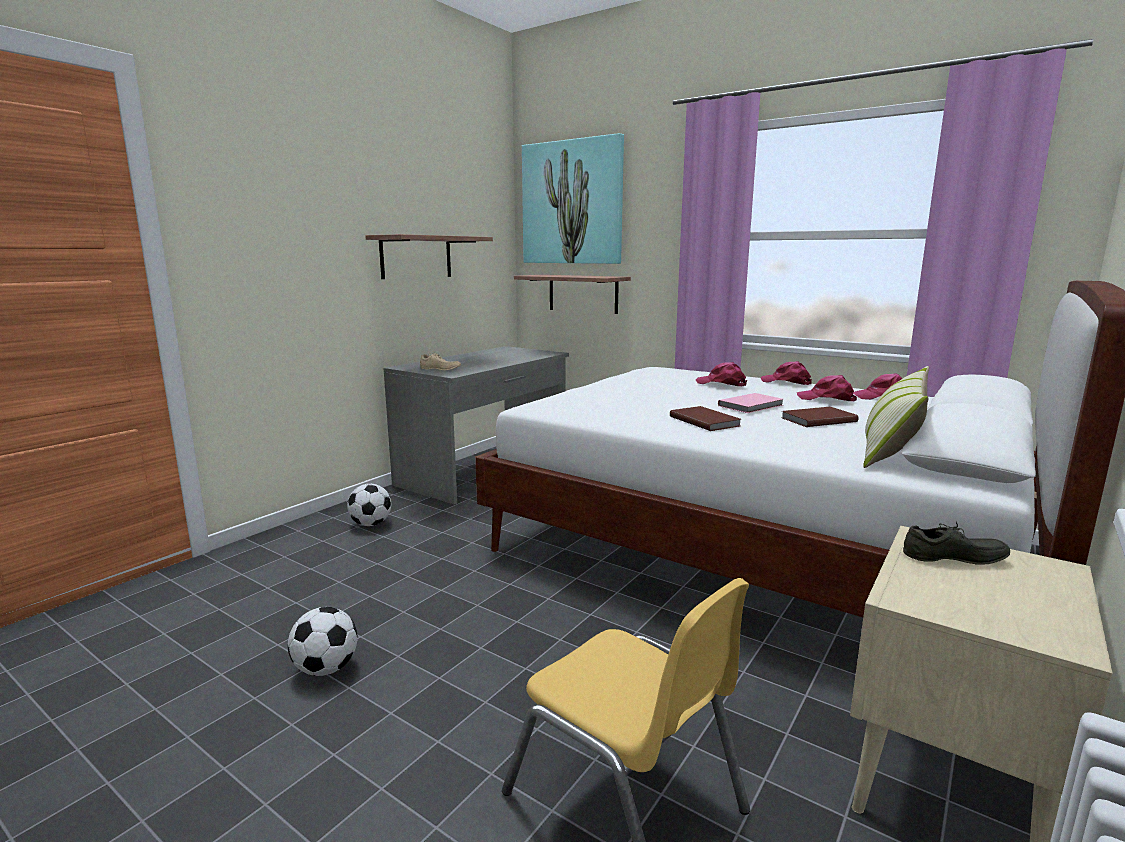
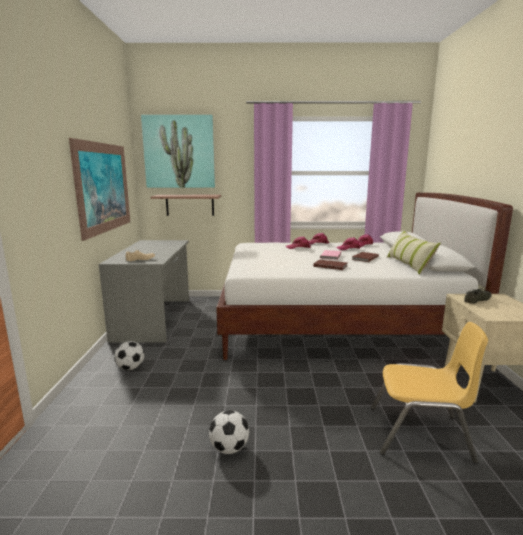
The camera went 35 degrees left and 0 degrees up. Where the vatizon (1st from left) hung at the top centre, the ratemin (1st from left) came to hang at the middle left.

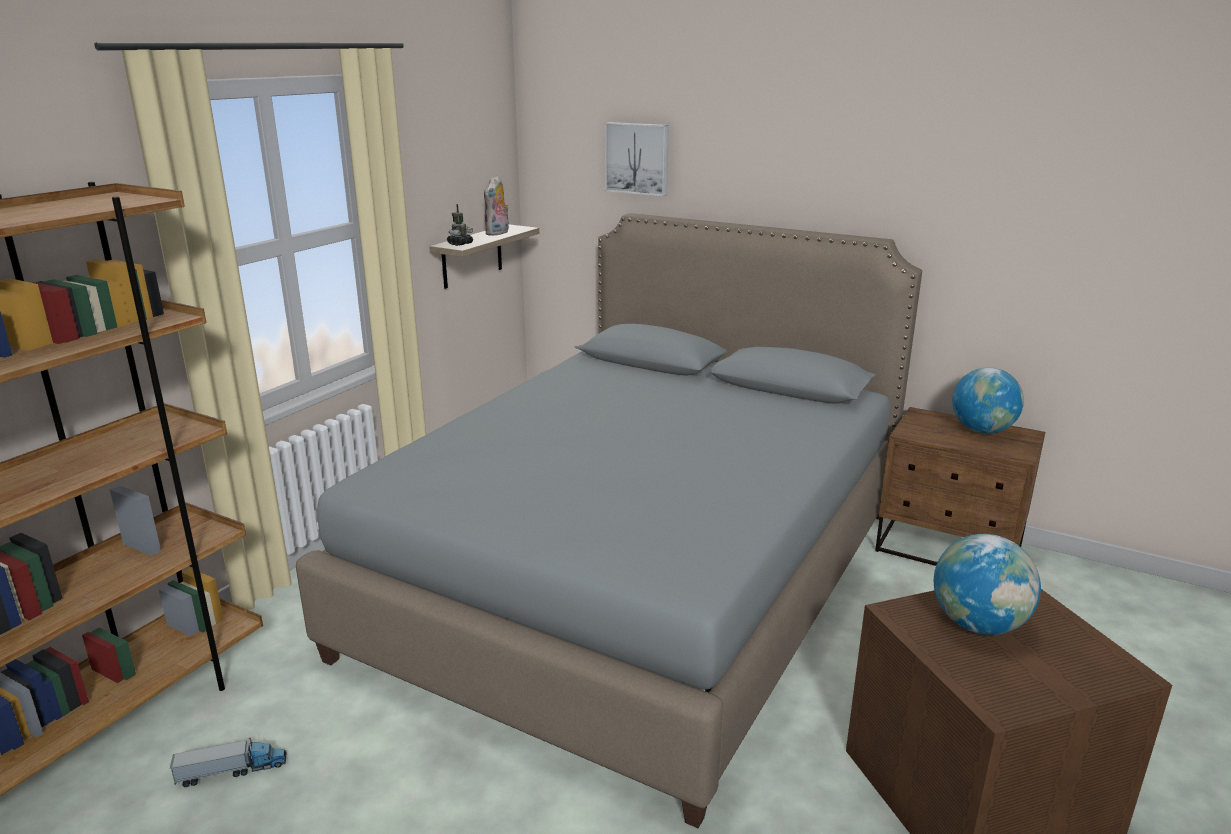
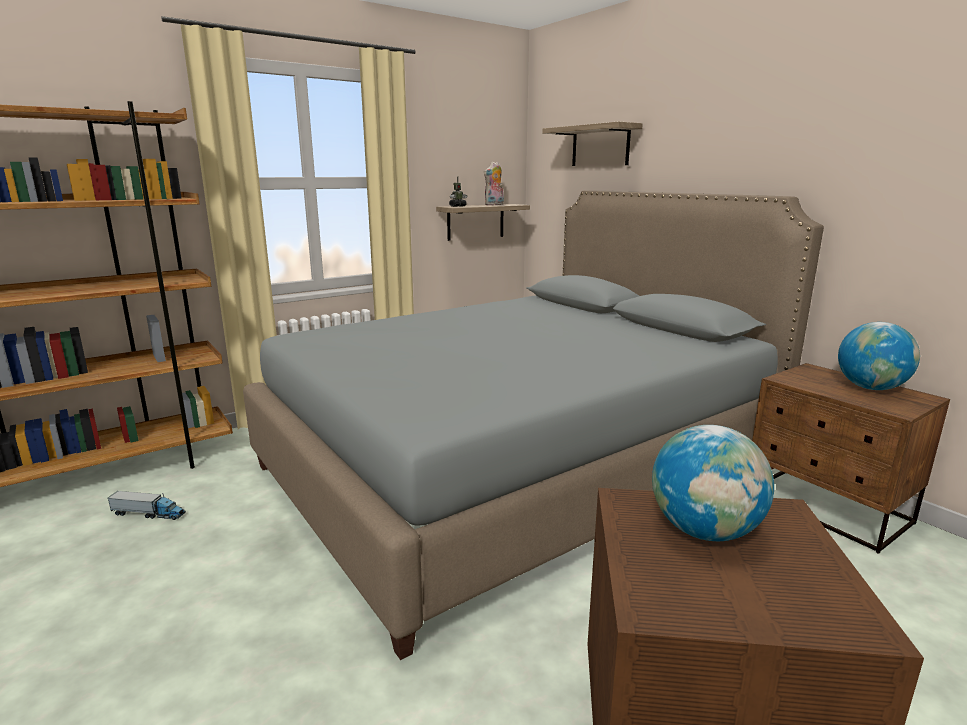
The camera went 25 degrees right and 5 degrees down. Where the ratemin hung at the top centre, the vatizon (2nd from left) came to hang at the top centre.

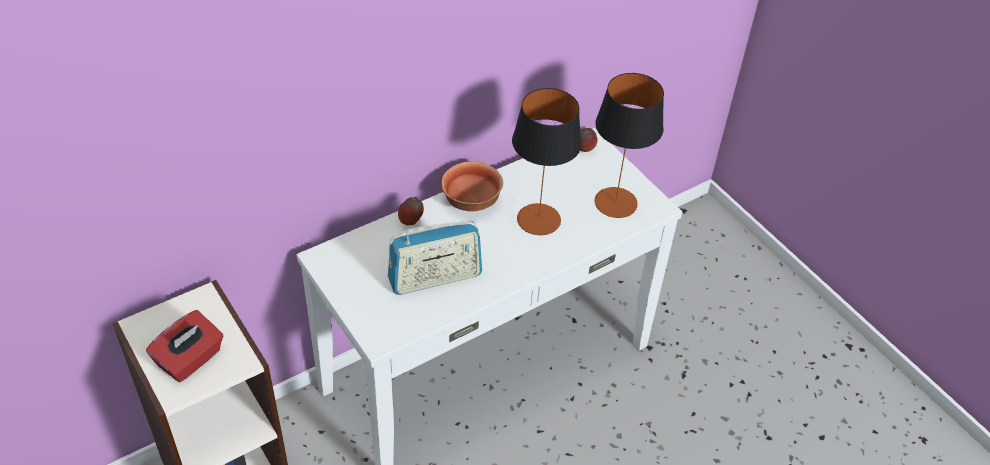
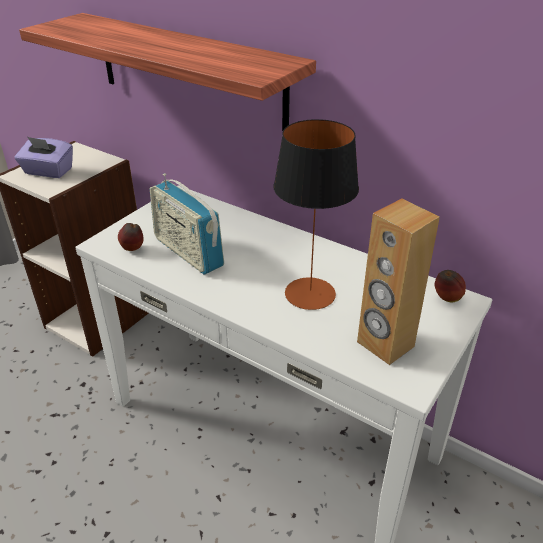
The camera went 70 degrees right and 10 degrees down. The second view lost the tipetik at the centre. The second view gained the vatizon at the top left. The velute (1st from left) ended up elsewhere, having gone from the centre to the middle left. Where the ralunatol (2nd from left) stood at the top centre, the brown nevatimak came to stand at the middle right. What was the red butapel at the bottom left turned into the purple butapel at the top left.

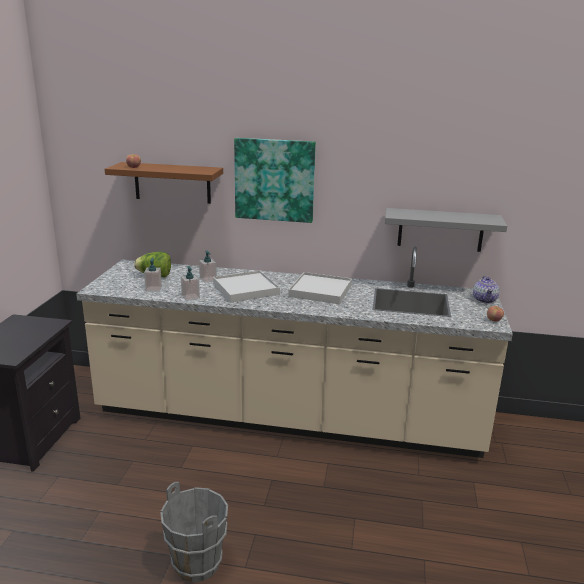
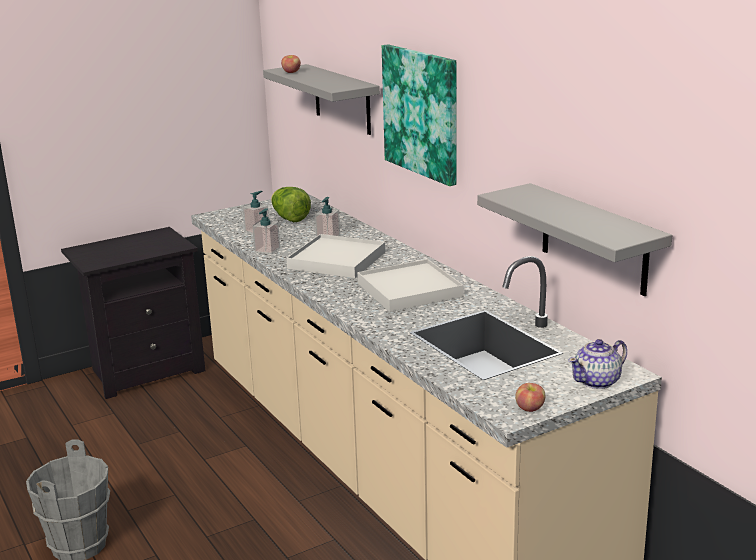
The camera went 50 degrees right and 0 degrees up. What was the brown vatizon at the top left turned into the grey vatizon (1st from left) at the top centre.

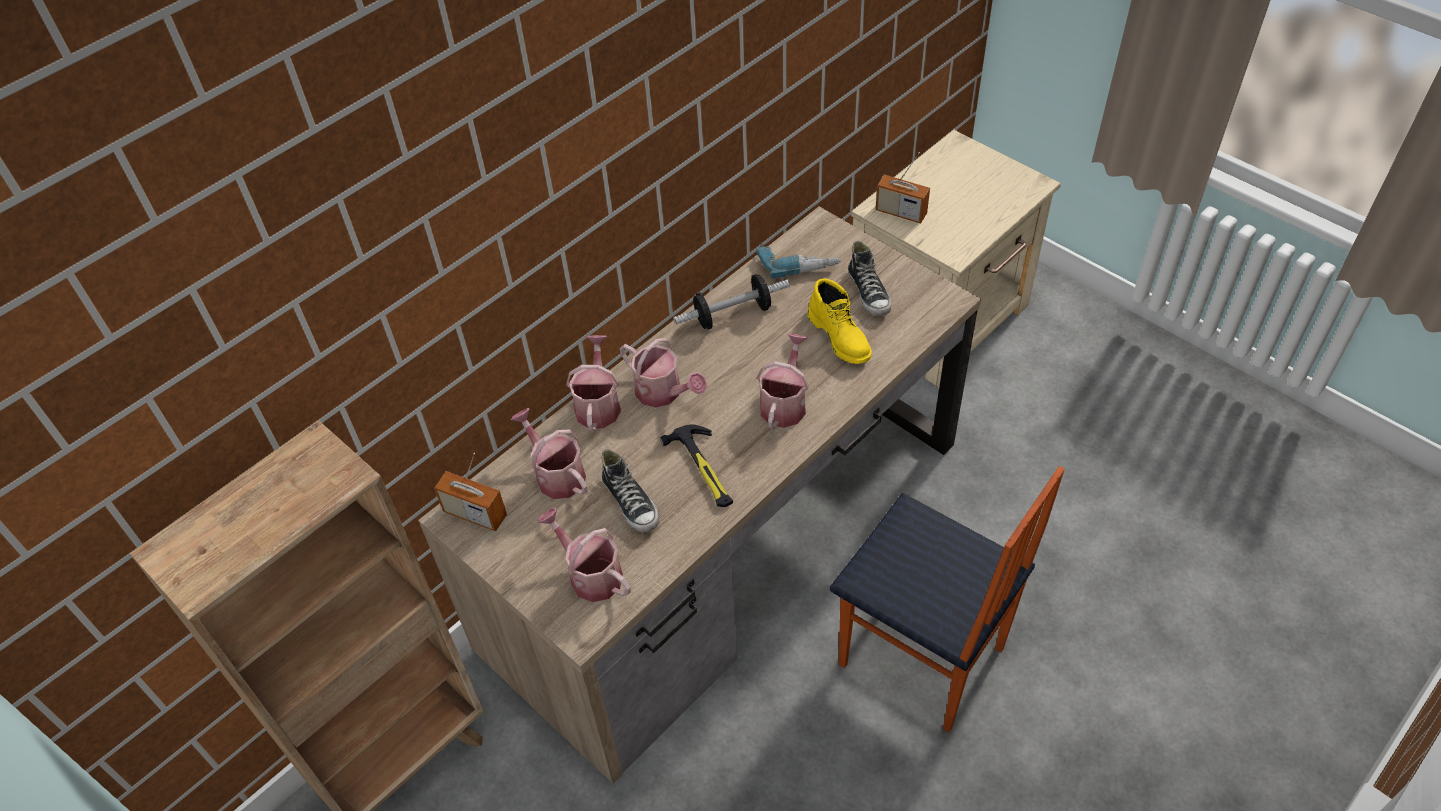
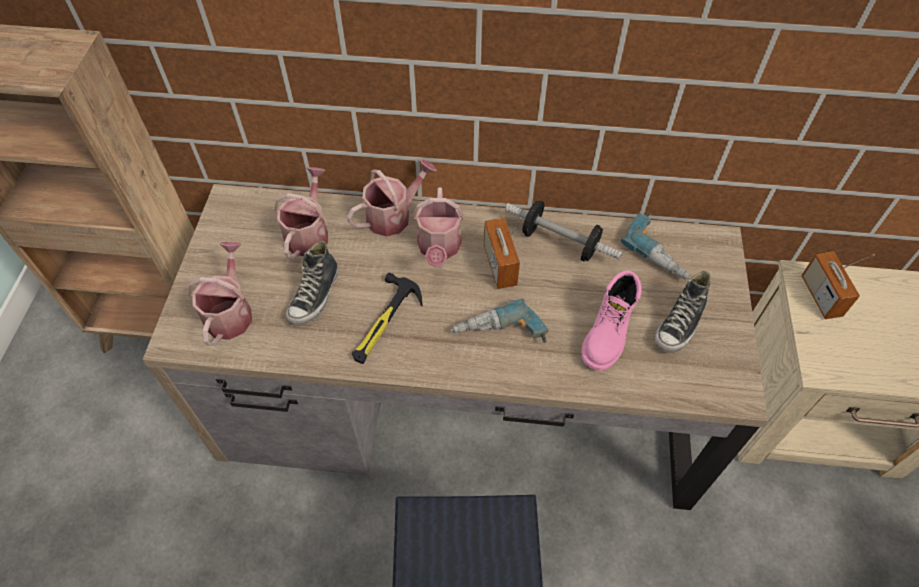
The camera went 50 degrees right and 5 degrees up. The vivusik (1st from left) ended up elsewhere, having gone from the middle left to the centre. Where the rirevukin (5th from left) stood at the centre, the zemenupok (1st from left) came to stand at the centre. What was the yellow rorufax at the centre turned into the pink rorufax at the centre.

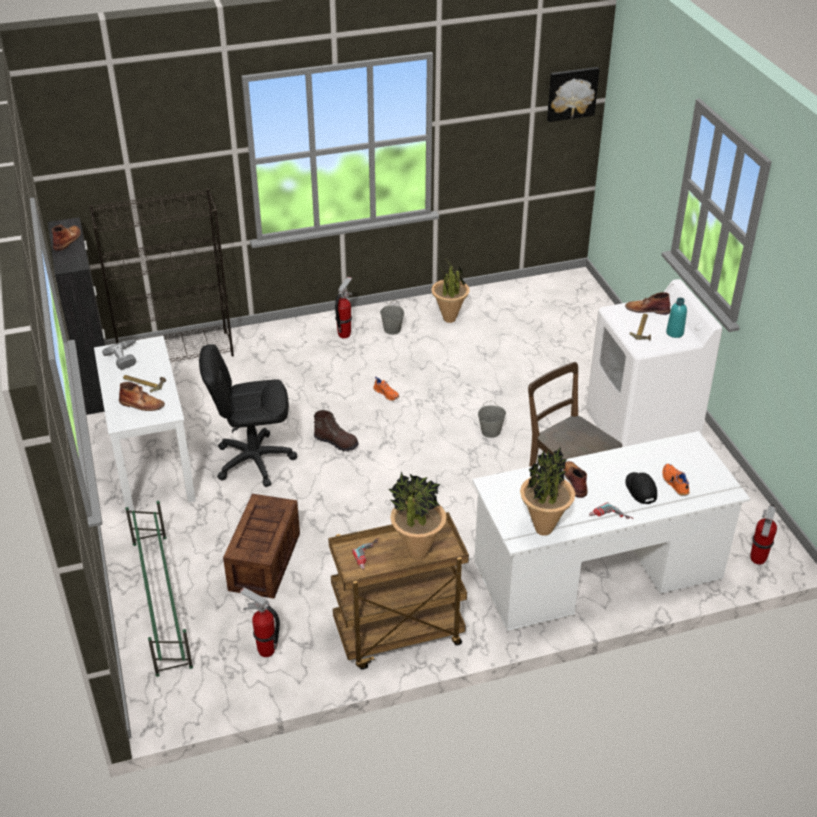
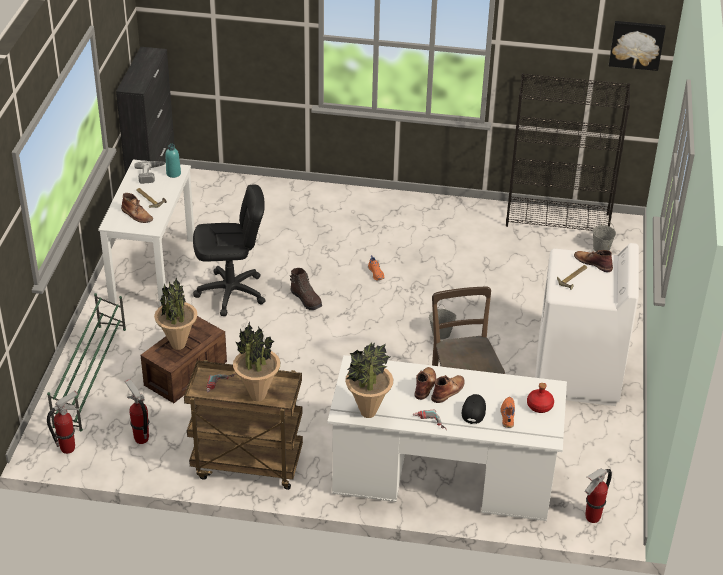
The camera went 25 degrees right and 0 degrees up. The second view gained the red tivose at the bottom right. The brown rorufax (1st from left in the first image) ended up elsewhere, having gone from the top left to the bottom centre. The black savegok ended up elsewhere, having gone from the middle left to the top right. The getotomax (2nd from left in the first image) ended up elsewhere, having gone from the centre to the bottom left. The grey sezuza (1st from left in the first image) ended up elsewhere, having gone from the centre to the middle right. The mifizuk (2nd from left in the first image) ended up elsewhere, having gone from the centre to the middle left. The turquoise tivose ended up elsewhere, having gone from the middle right to the top left. The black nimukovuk at the middle left ended up facing another way, 150 degrees clockwise from before.

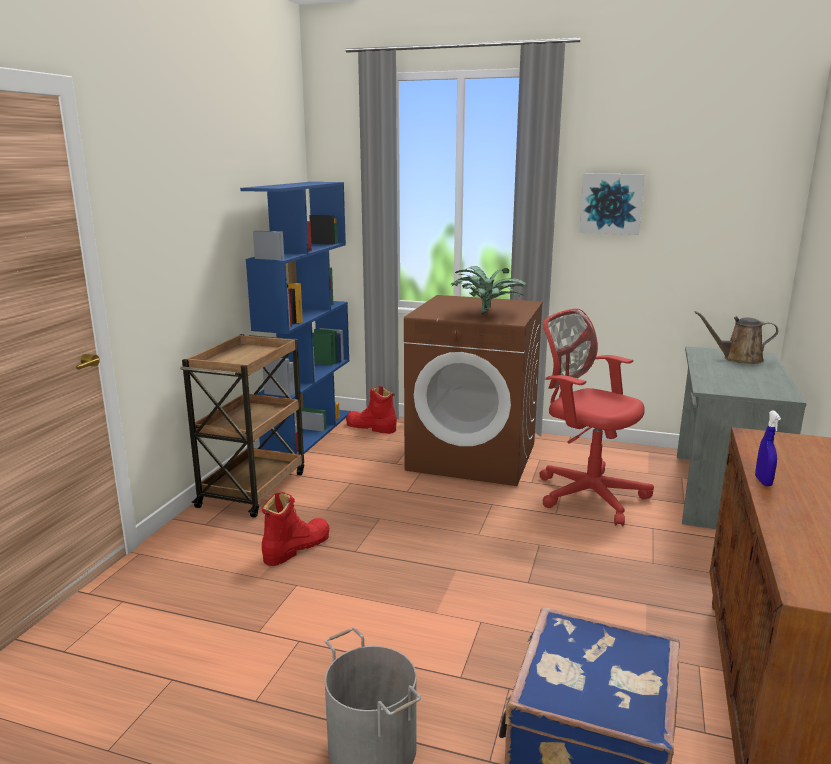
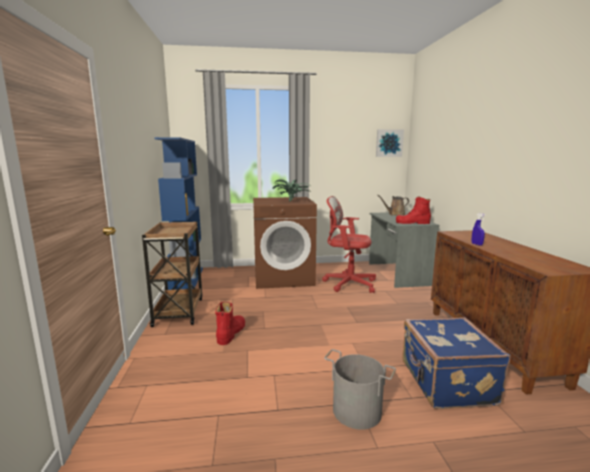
The camera went 25 degrees left and 5 degrees down. The red rorufax (2nd from left) ended up elsewhere, having gone from the centre to the middle right. The ratemin ended up elsewhere, having gone from the top right to the top centre.

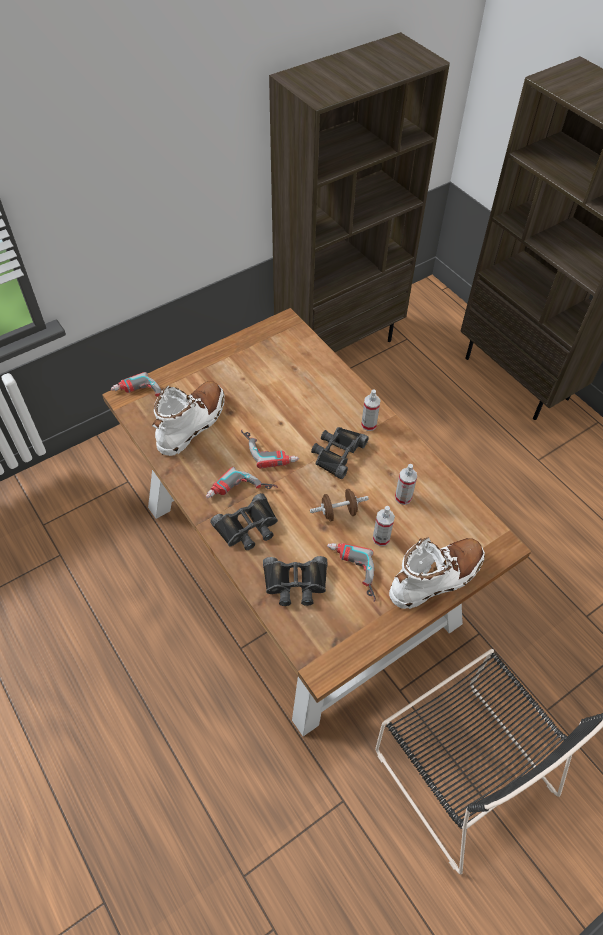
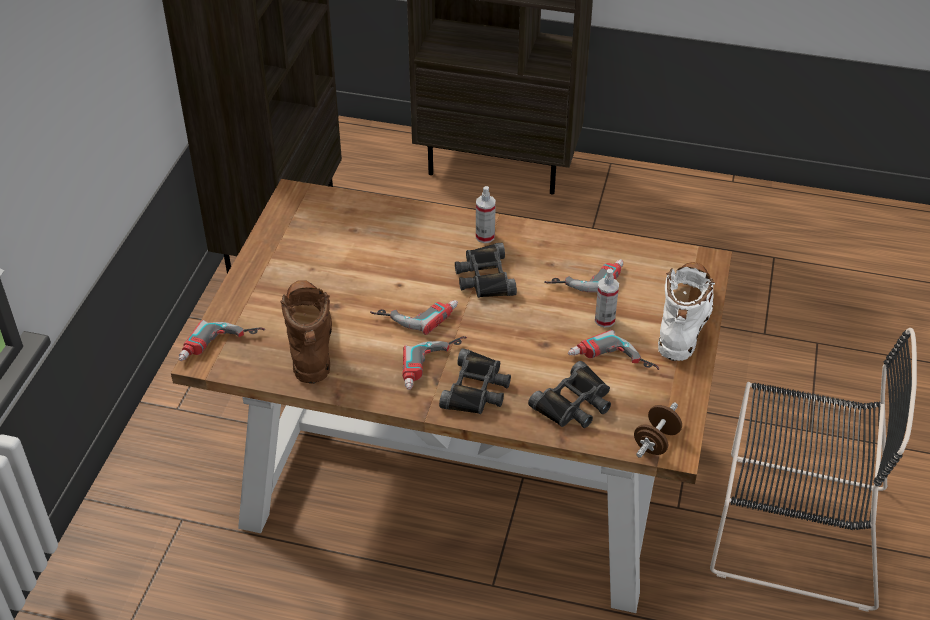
The camera went 40 degrees left and 10 degrees down. The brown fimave ended up elsewhere, having gone from the centre to the bottom right. Where the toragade (3rd from left) stood at the middle right, the zemenupok (4th from left) came to stand at the centre. What was the white rorufax (1st from left) at the middle left turned into the brown rorufax at the middle left.

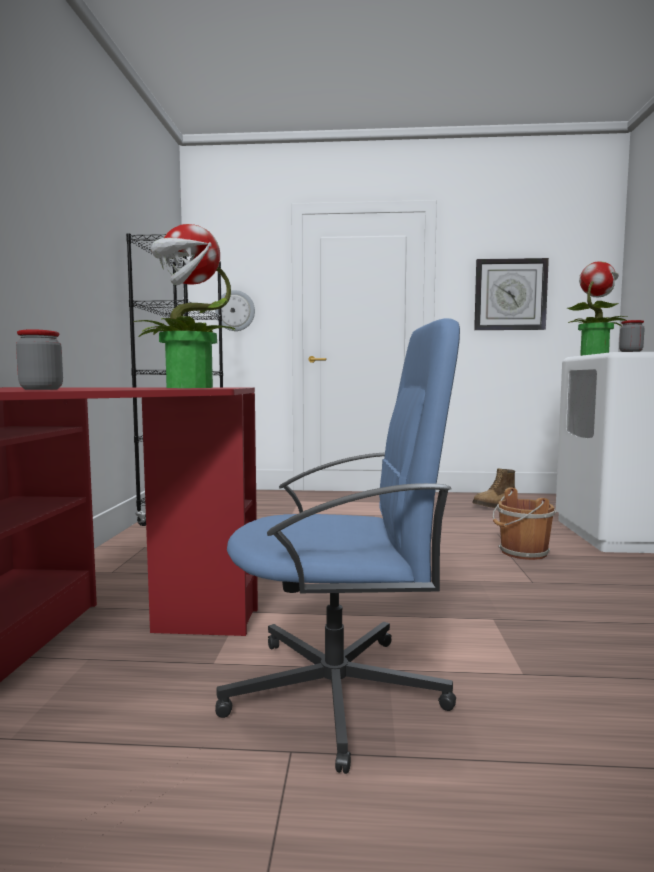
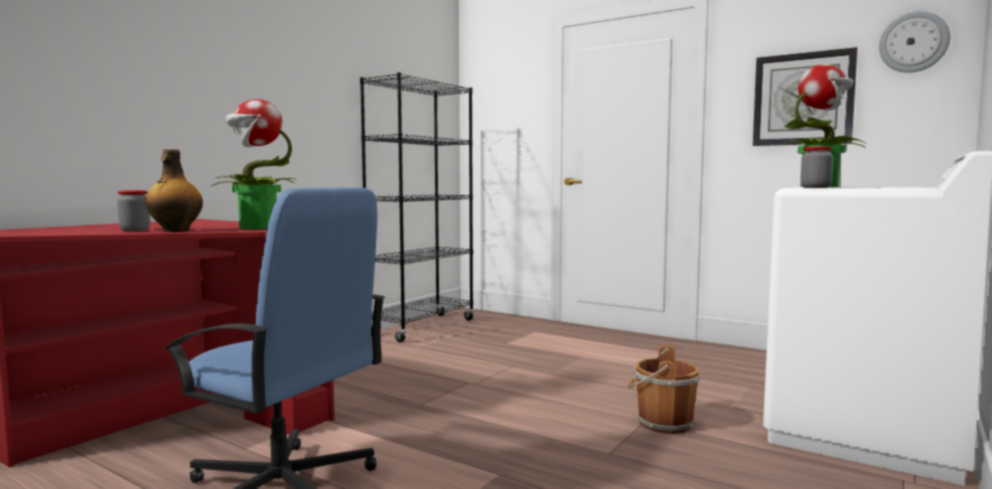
The camera went 30 degrees right and 0 degrees up. The second view lost the rorufax at the middle right. The second view gained the tivose at the middle left. The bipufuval (1st from left in the first image) ended up elsewhere, having gone from the centre to the top right.

